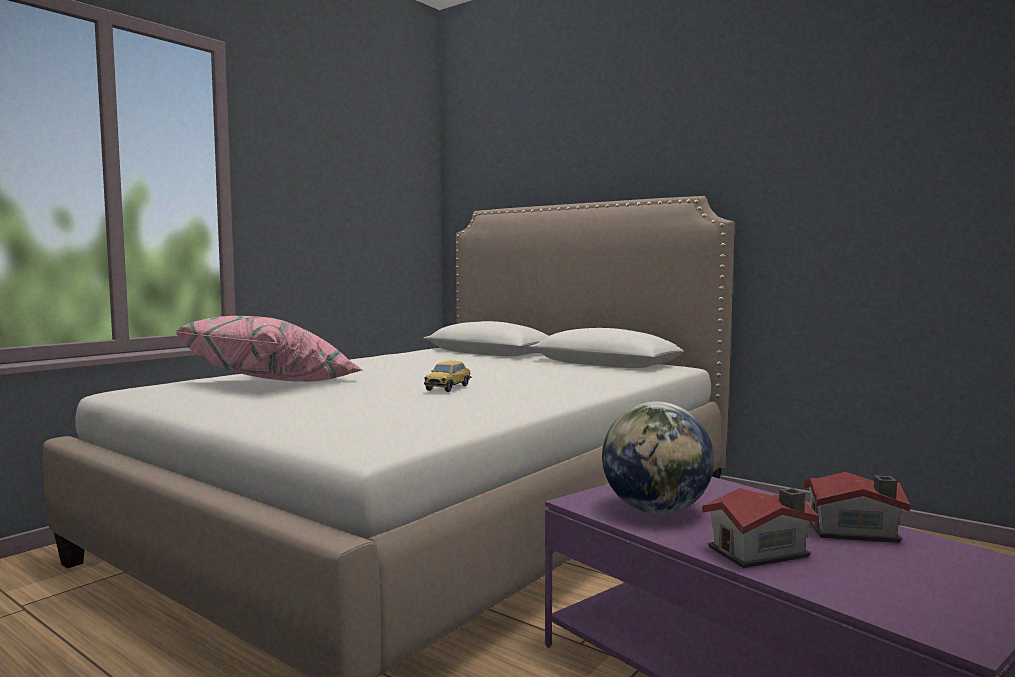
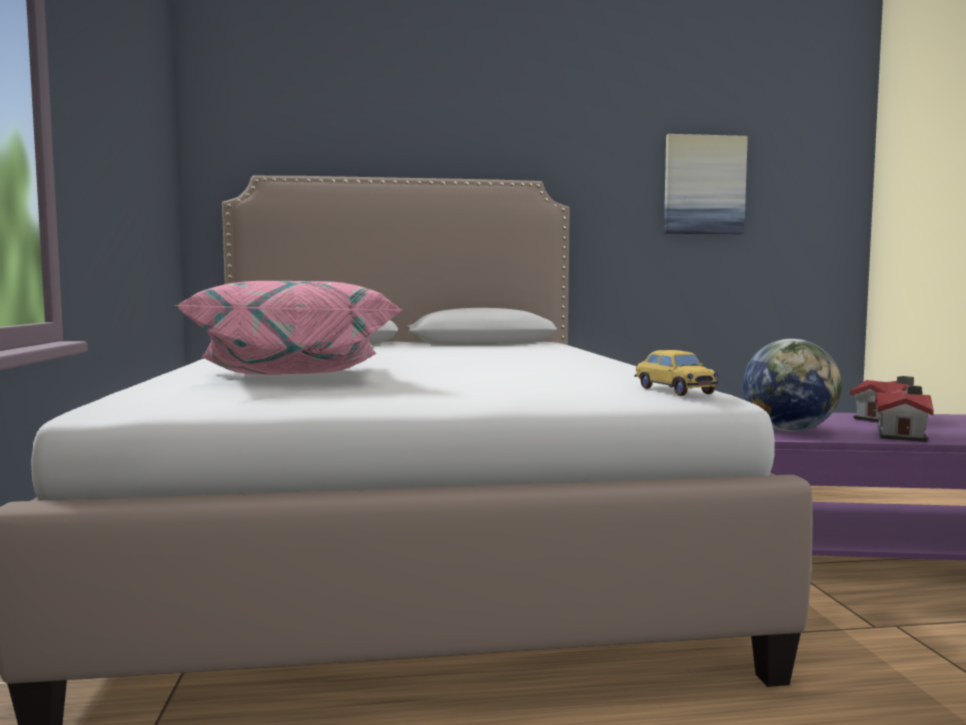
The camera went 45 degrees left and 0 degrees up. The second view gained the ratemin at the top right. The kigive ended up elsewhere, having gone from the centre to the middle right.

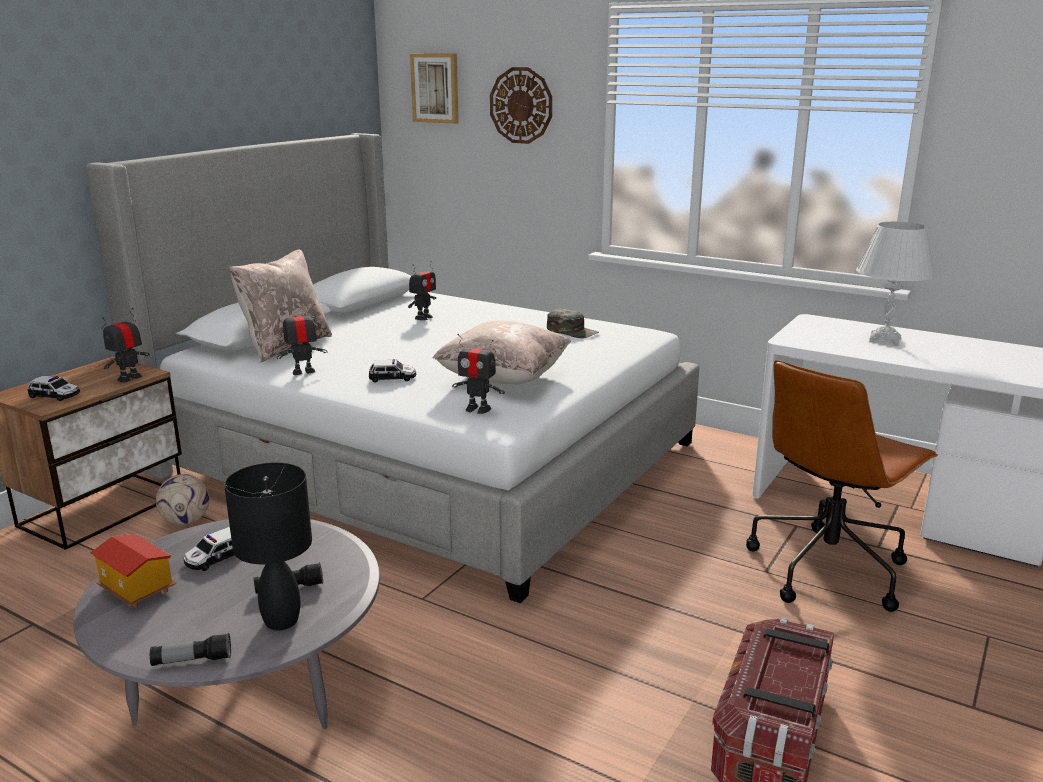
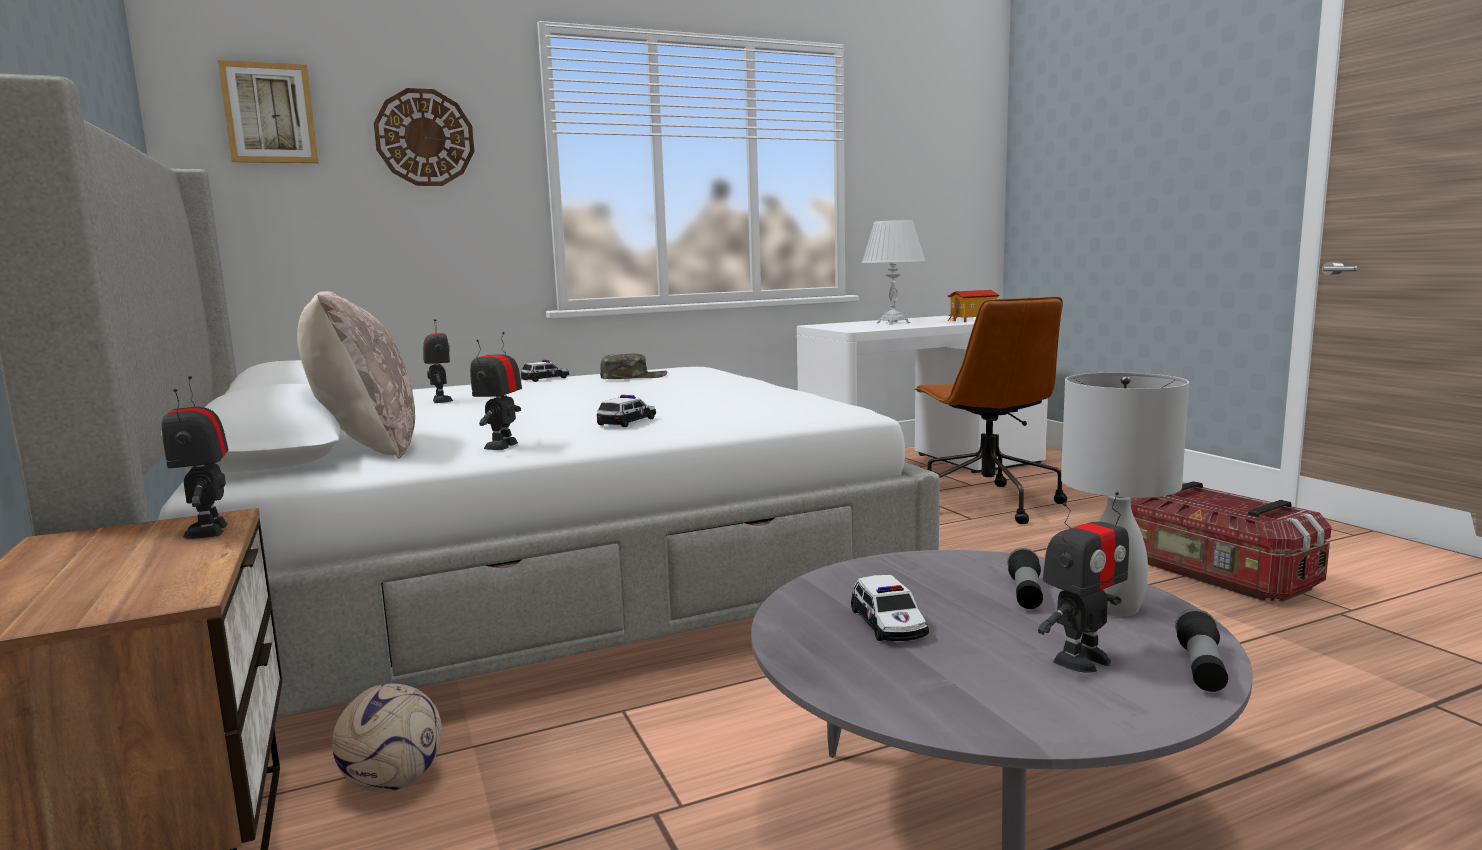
The camera went 55 degrees left and 10 degrees down. The second view lost the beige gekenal (2nd from left) at the centre. The kigive (1st from left) ended up elsewhere, having gone from the middle left to the centre. The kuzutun ended up elsewhere, having gone from the bottom left to the centre. The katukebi (4th from left) ended up elsewhere, having gone from the centre to the bottom right. What was the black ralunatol at the bottom left turned into the white ralunatol (2nd from left) at the middle right.

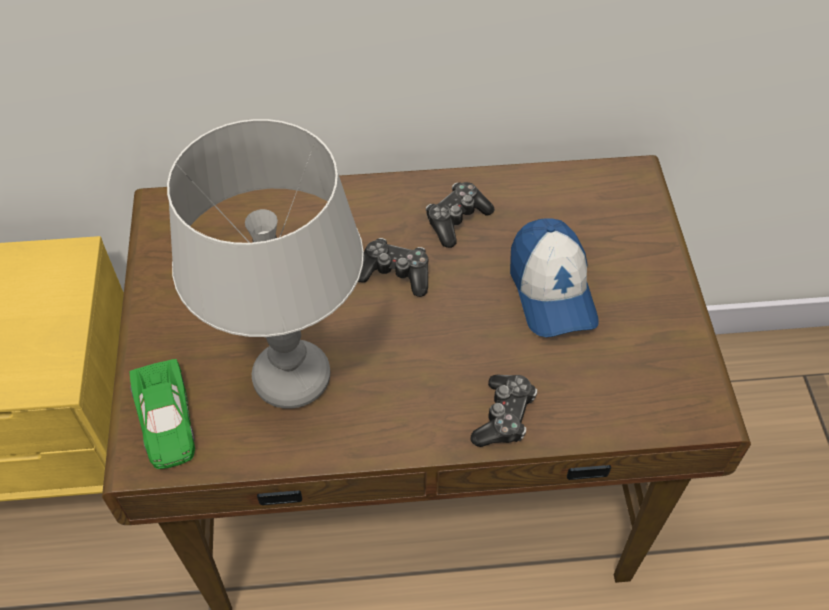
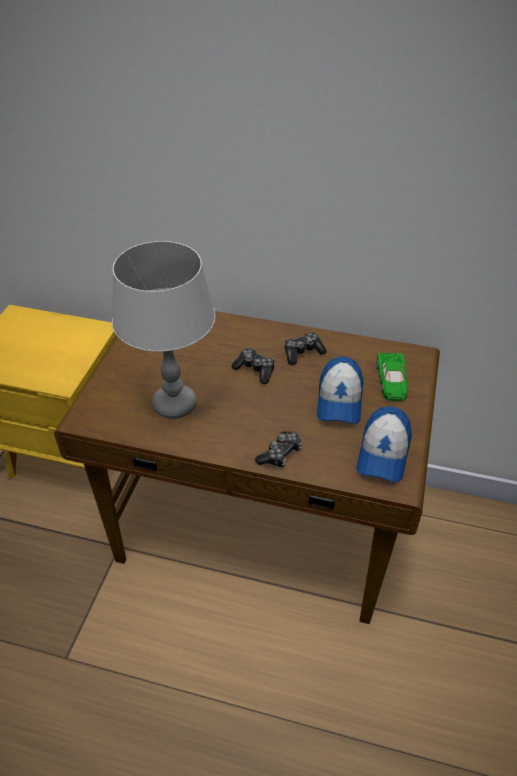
The camera went 20 degrees right and 10 degrees down. The second view gained the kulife (2nd from left) at the middle right. The green kigive ended up elsewhere, having gone from the bottom left to the middle right.

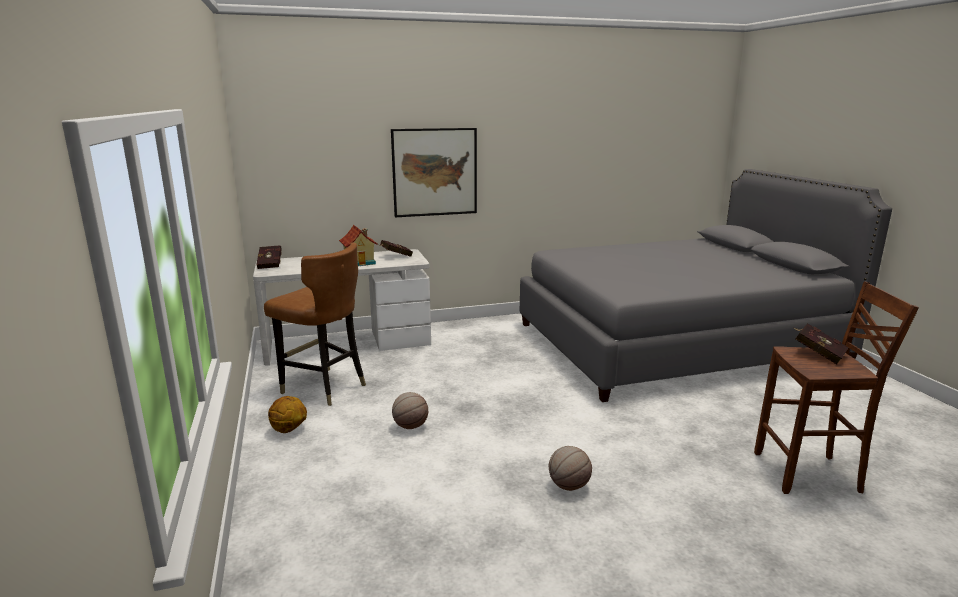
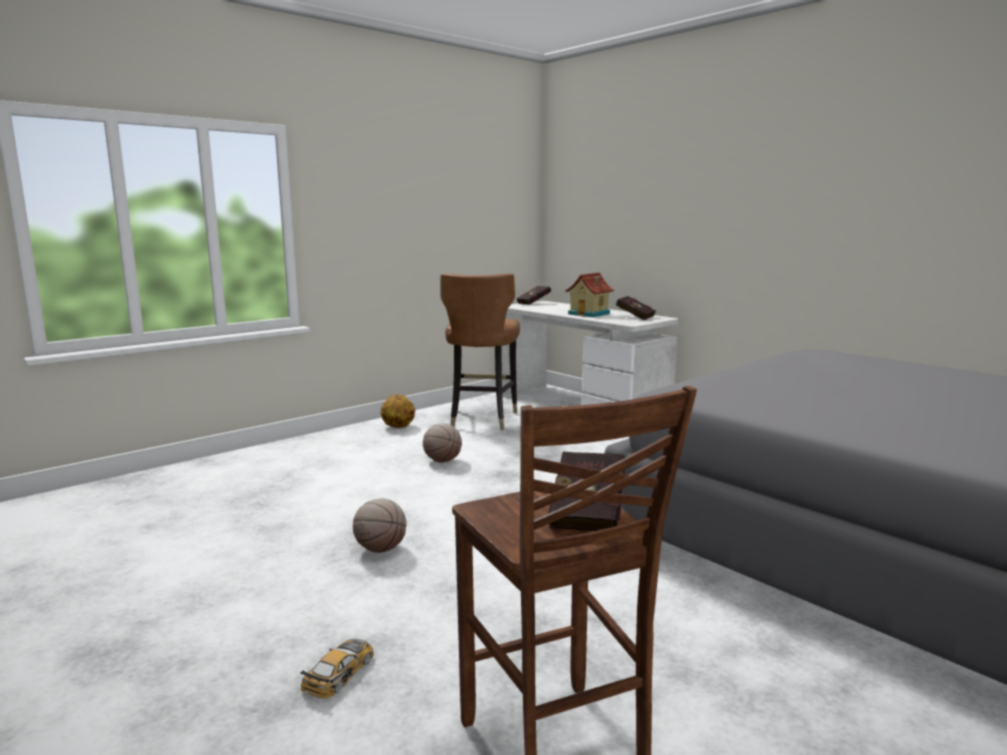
The camera went 65 degrees right and 5 degrees down. The second view lost the ratemin at the top centre. The second view gained the kigive at the bottom centre.

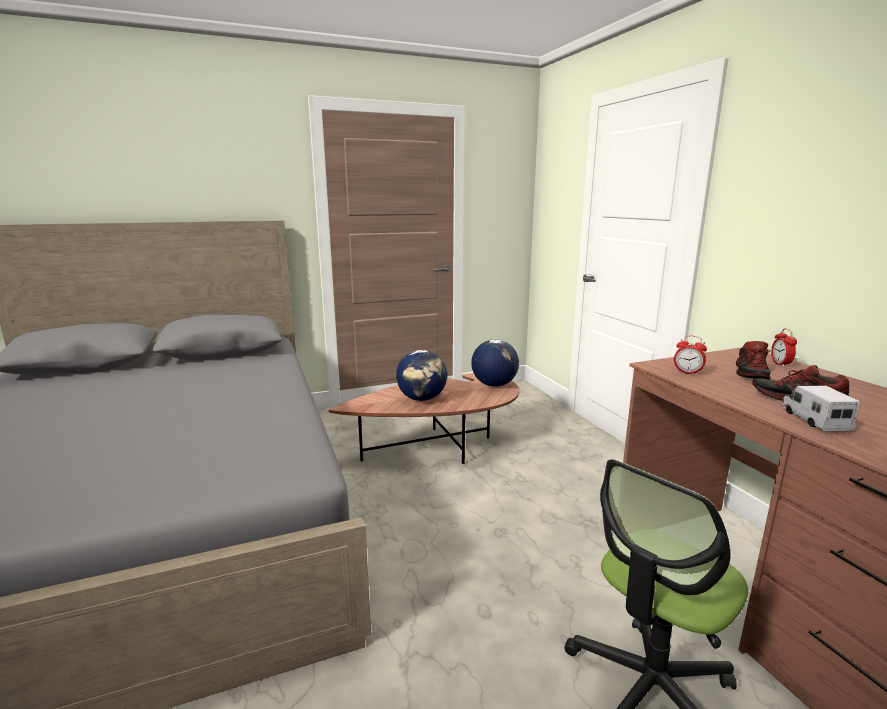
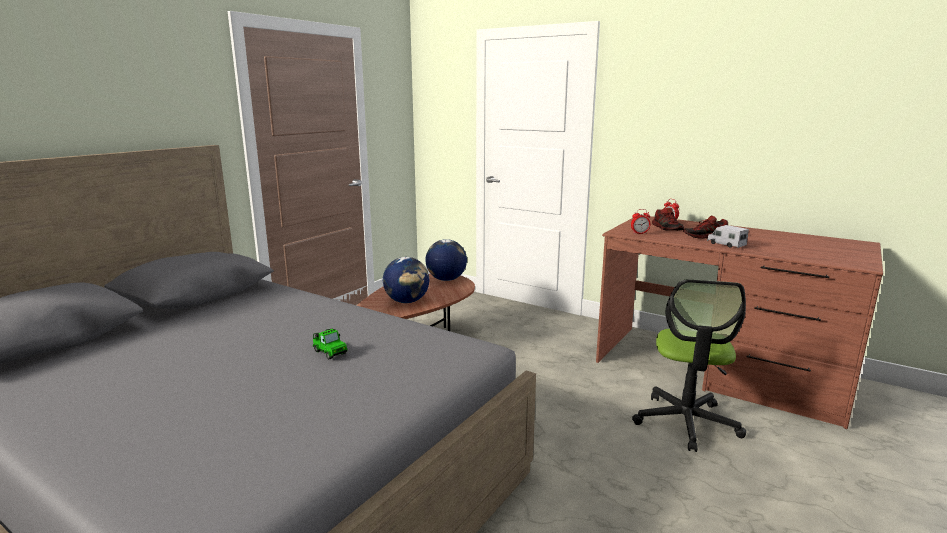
The camera went 35 degrees left and 0 degrees up. The second view gained the kigive at the centre.

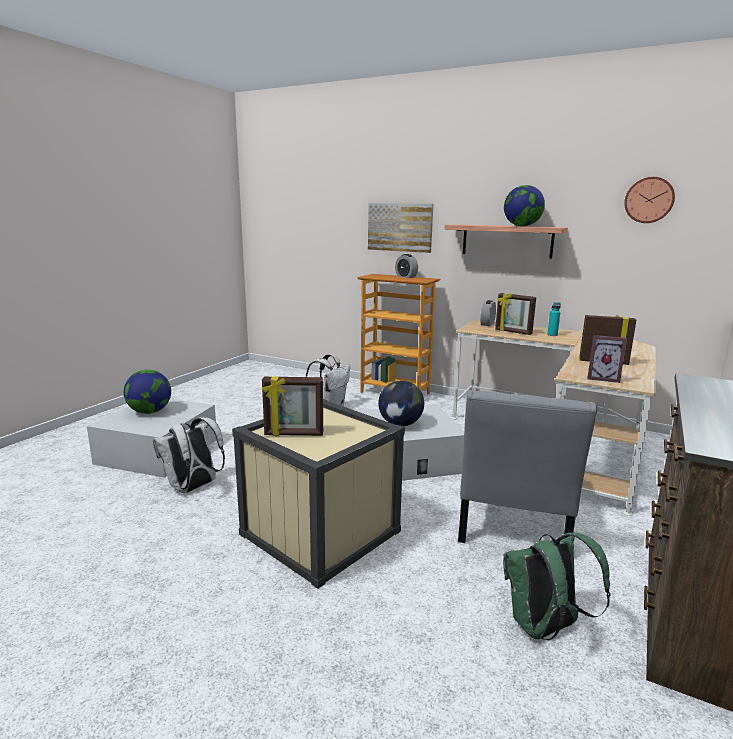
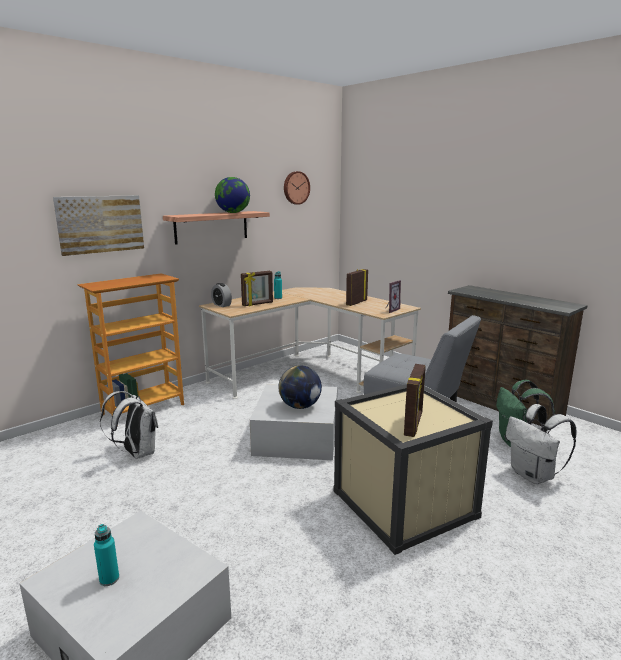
The camera went 70 degrees left and 0 degrees up. The second view lost the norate (1st from left) at the centre. The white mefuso (1st from left in the first image) ended up elsewhere, having gone from the middle left to the bottom right. Where the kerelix (1st from left) stood at the middle left, the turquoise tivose (1st from left) came to stand at the bottom left.

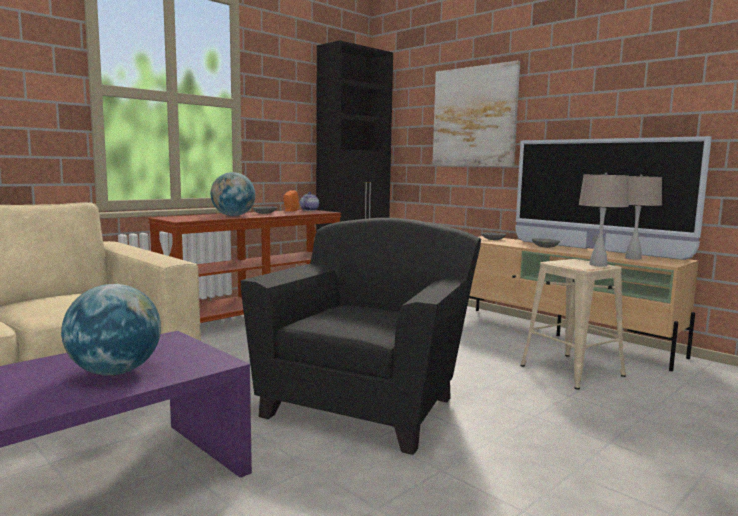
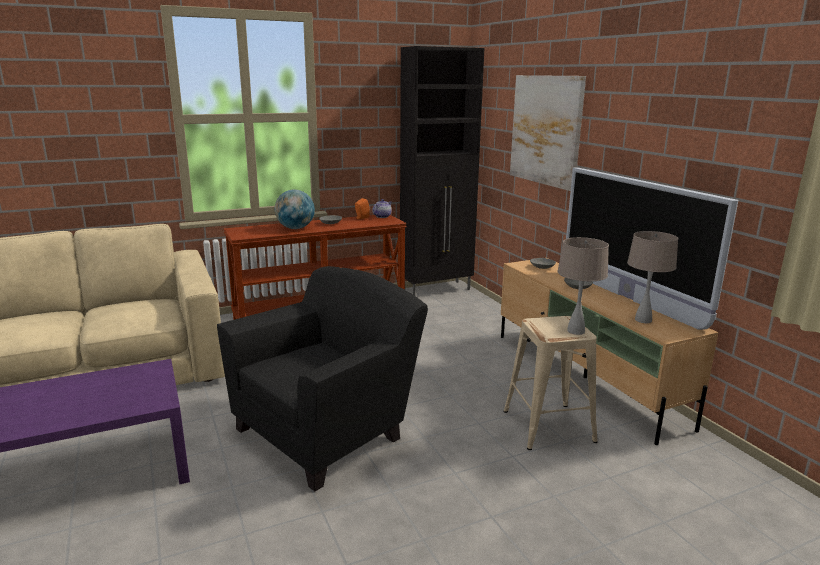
The camera went 20 degrees right and 10 degrees up. The second view lost the kerelix (1st from left) at the middle left.

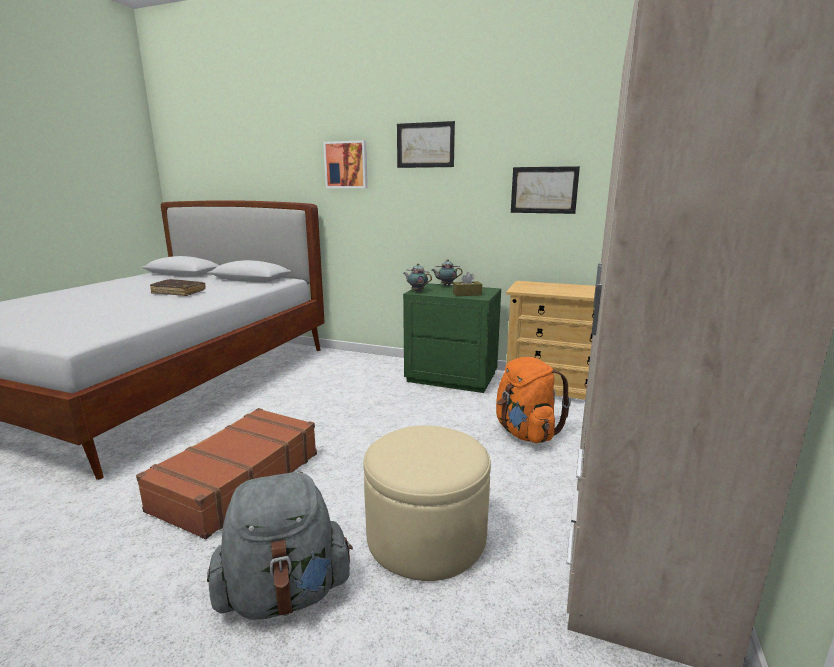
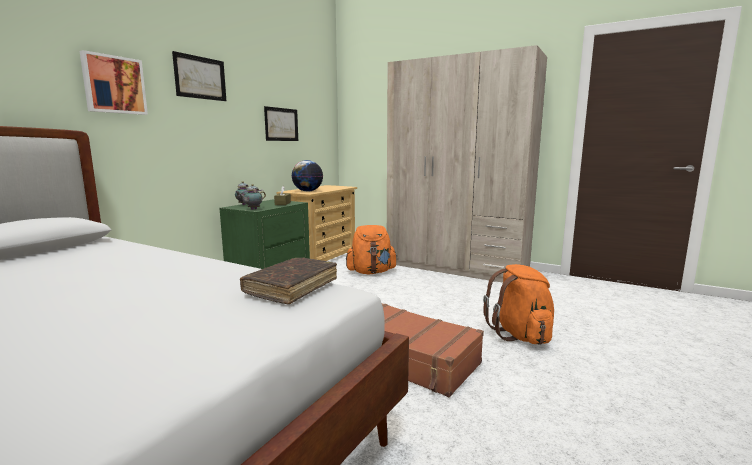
The camera went 80 degrees left and 5 degrees down. The second view lost the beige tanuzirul at the bottom centre. The second view gained the kerelix at the centre. The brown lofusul ended up elsewhere, having gone from the middle left to the centre. What was the grey mefuso at the bottom centre turned into the orange mefuso (2nd from left) at the middle right.

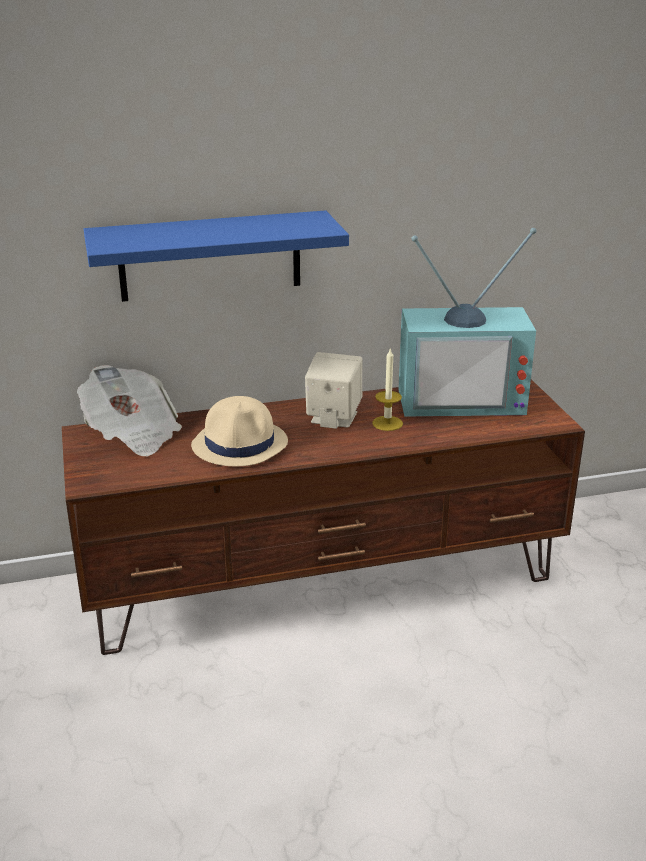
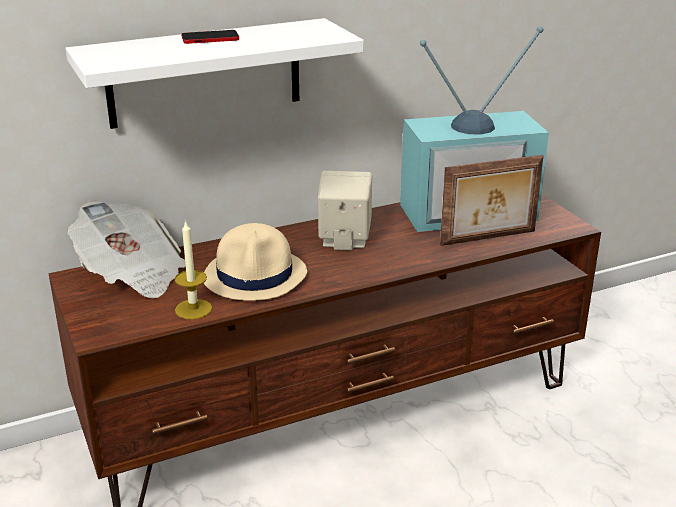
The camera went 10 degrees left and 0 degrees up. The second view gained the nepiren at the top left. The second view gained the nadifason at the middle right. The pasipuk ended up elsewhere, having gone from the centre to the middle left. What was the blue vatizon at the top centre turned into the white vatizon at the top left.

